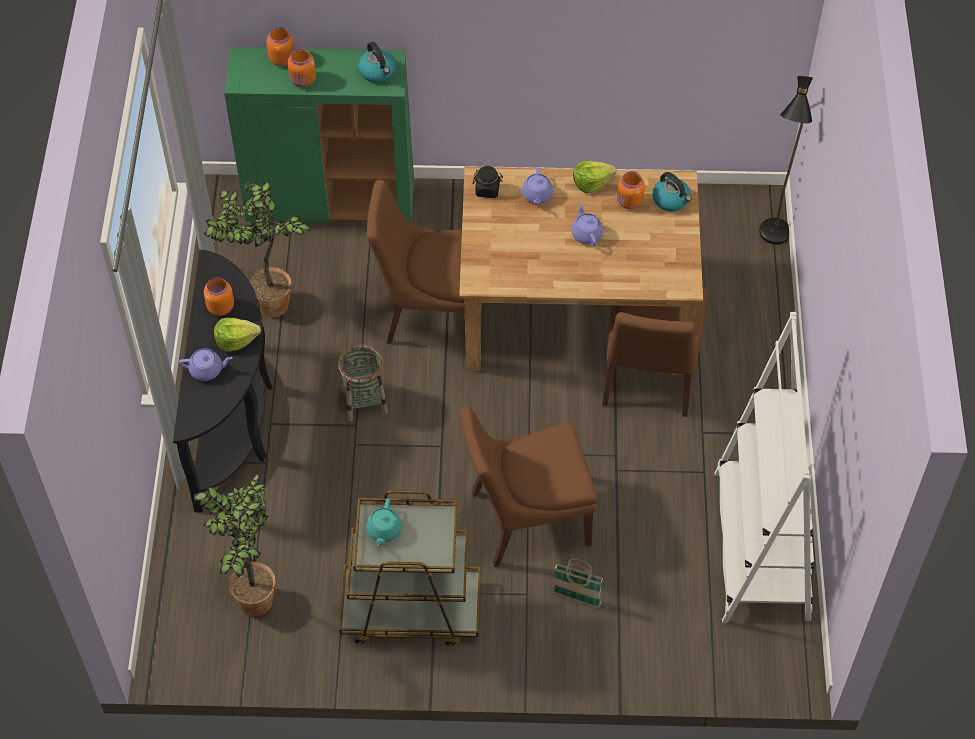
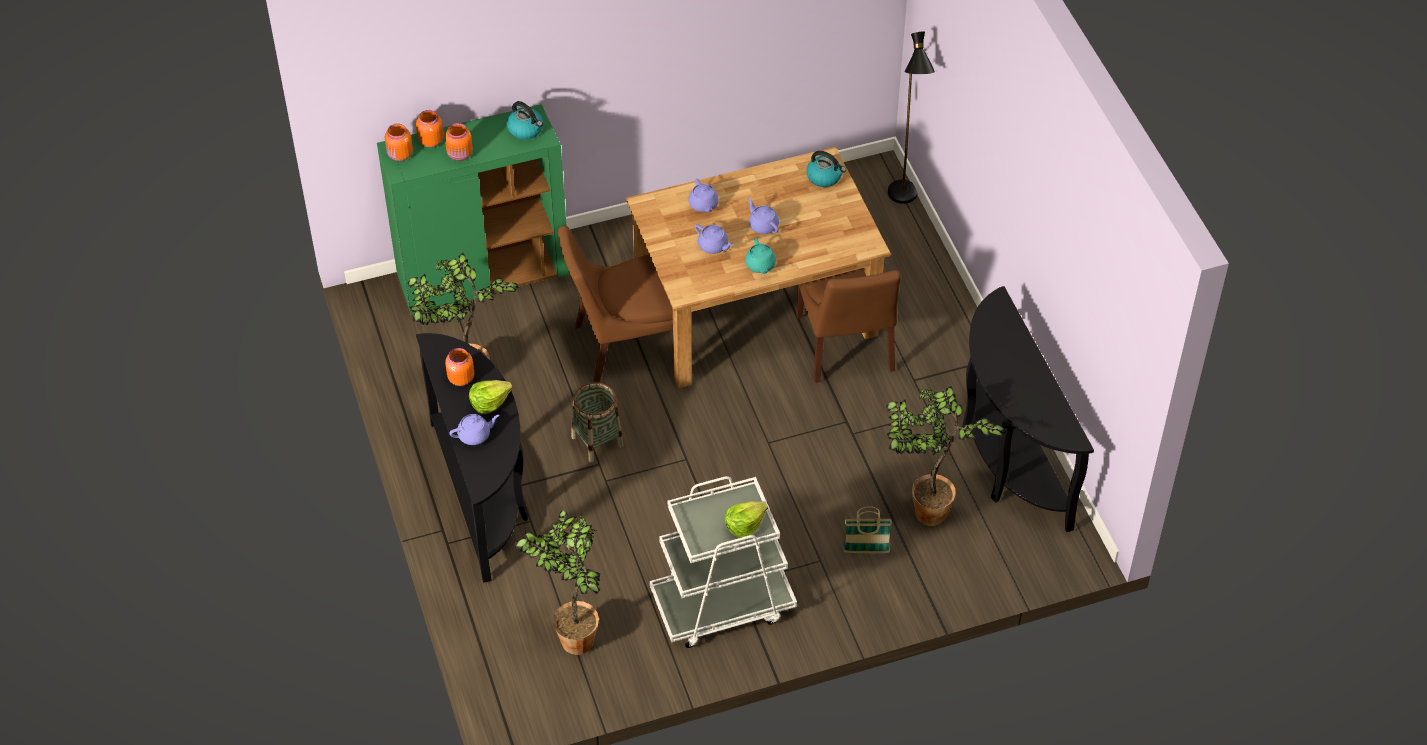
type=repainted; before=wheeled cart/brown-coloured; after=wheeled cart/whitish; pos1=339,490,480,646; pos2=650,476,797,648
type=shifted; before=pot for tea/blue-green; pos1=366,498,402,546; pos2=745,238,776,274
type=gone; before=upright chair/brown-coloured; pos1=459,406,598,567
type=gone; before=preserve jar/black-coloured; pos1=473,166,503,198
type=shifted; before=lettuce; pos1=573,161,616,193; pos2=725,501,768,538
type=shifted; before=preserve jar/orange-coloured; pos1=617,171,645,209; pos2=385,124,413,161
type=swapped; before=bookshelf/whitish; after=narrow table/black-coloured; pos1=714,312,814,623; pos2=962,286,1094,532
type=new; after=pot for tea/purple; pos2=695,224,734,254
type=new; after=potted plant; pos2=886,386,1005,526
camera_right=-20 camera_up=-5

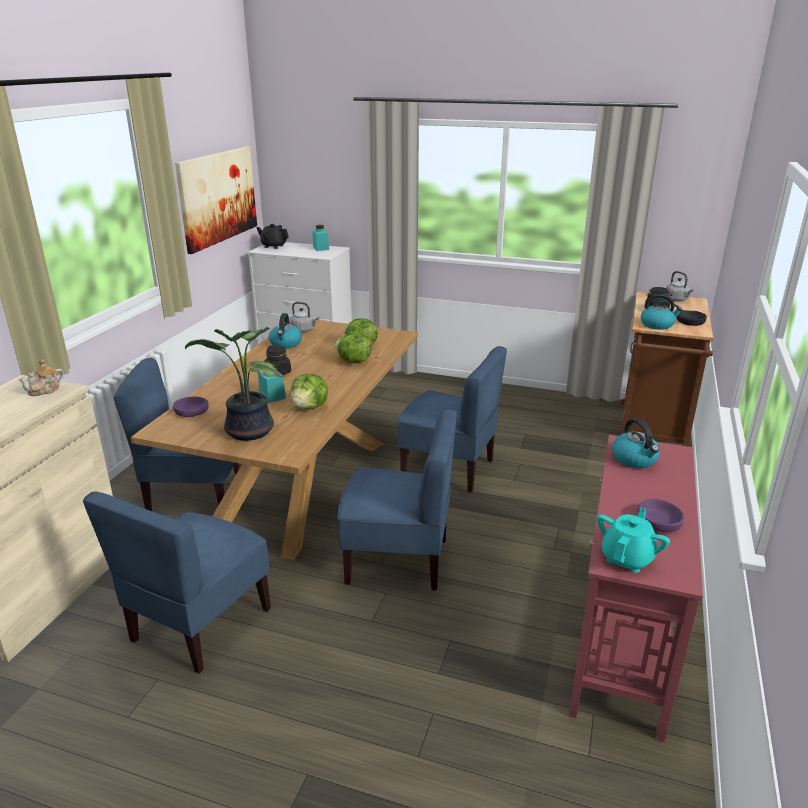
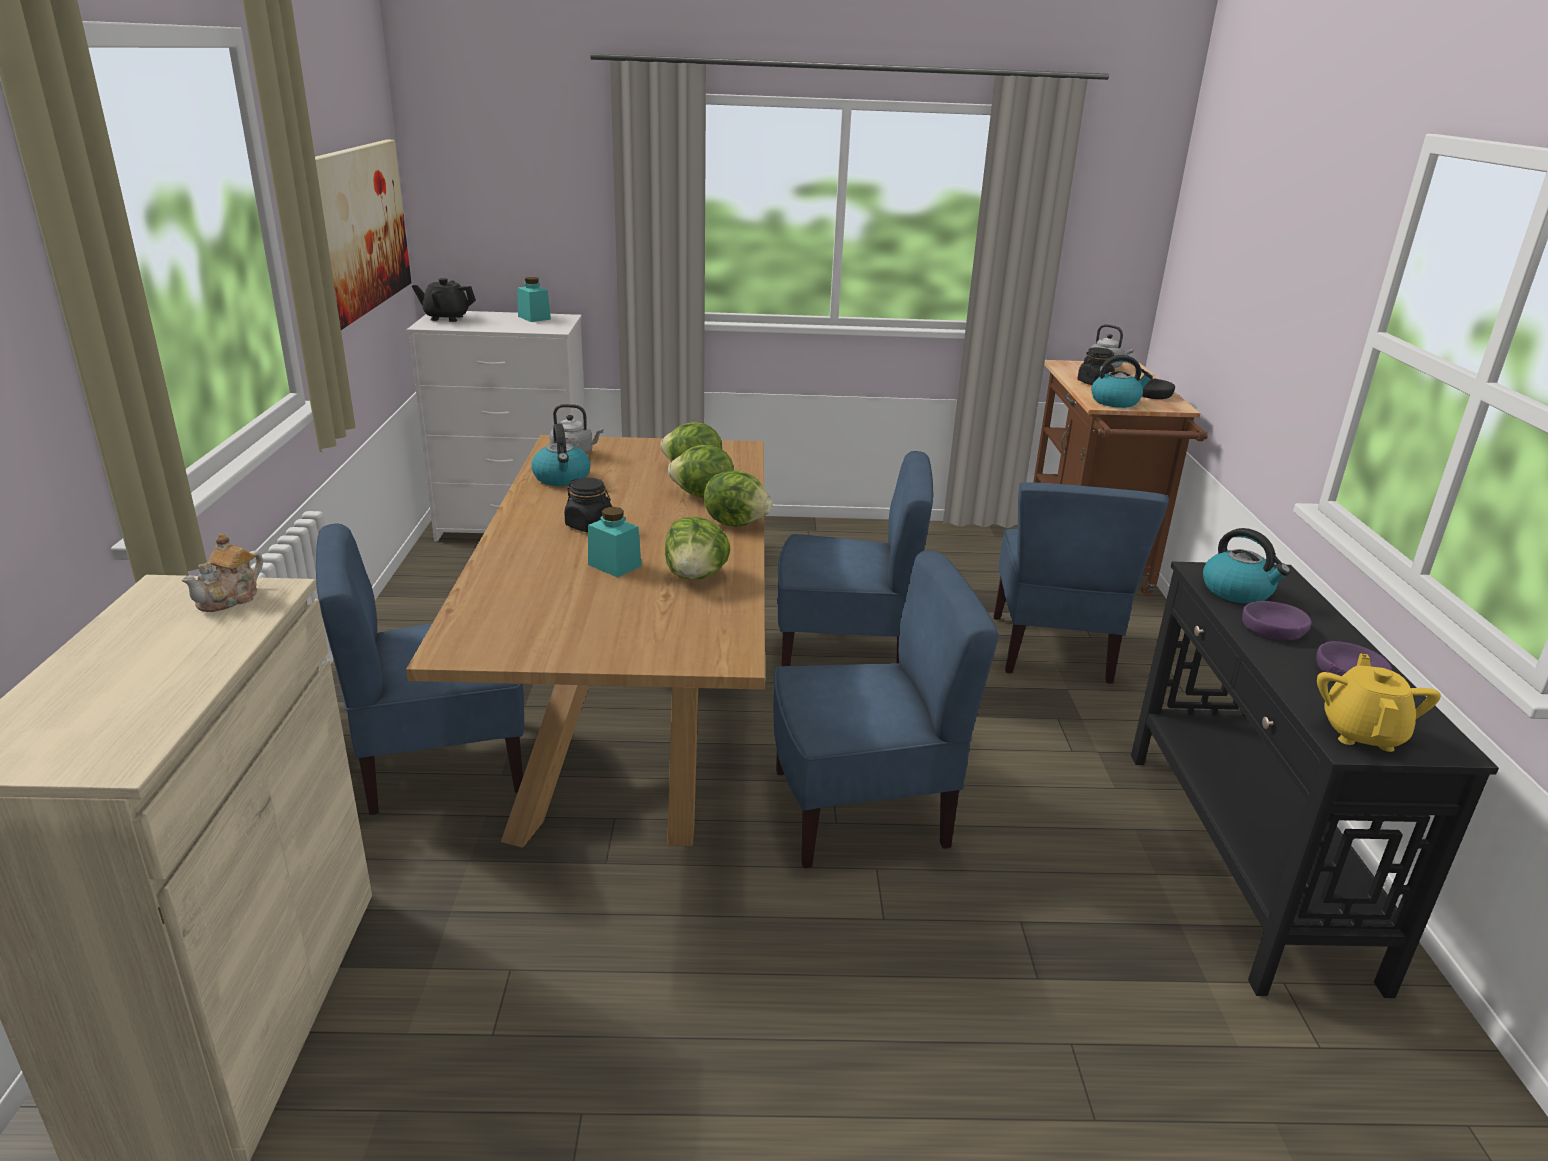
type=shifted; before=upright chair/bluish; pos1=83,491,271,674; pos2=993,482,1169,684
type=shifted; before=bowl/purple; pos1=173,397,209,417; pos2=1242,601,1312,640
type=gone; before=potted plant; pos1=185,327,283,441
type=repainted; before=narrow table/red; after=narrow table/black-coloured; pos1=569,435,703,742; pos2=1131,562,1499,998
type=repainted; before=pot for tea/blue-green; after=pot for tea/yellow-coloured; pos1=597,508,670,573; pos2=1317,654,1441,752
type=new; after=lettuce; pos2=704,470,773,527
camera_right=-20 camera_up=0

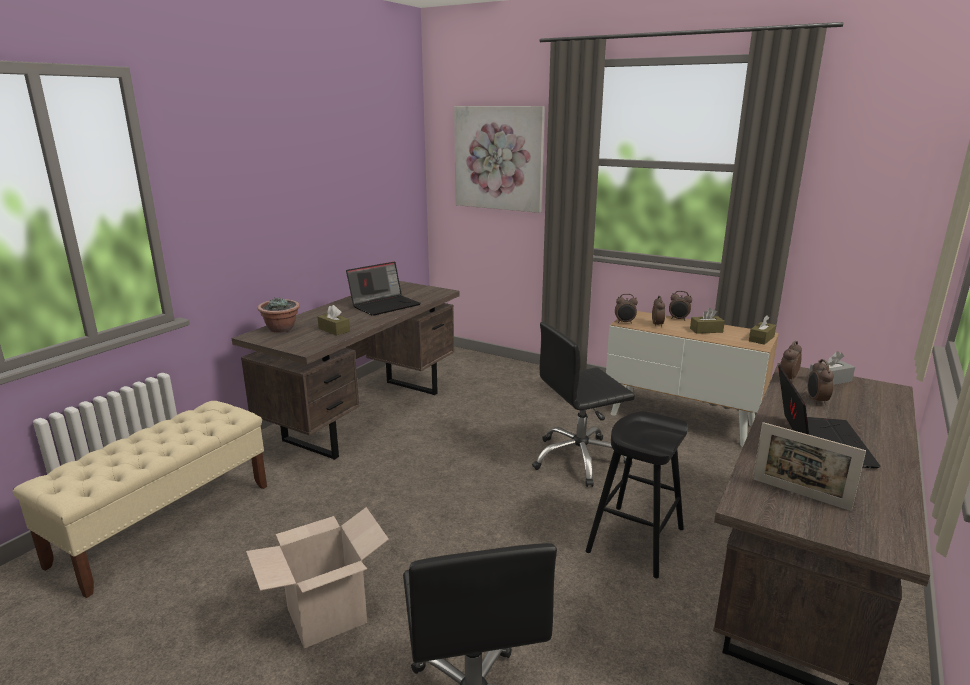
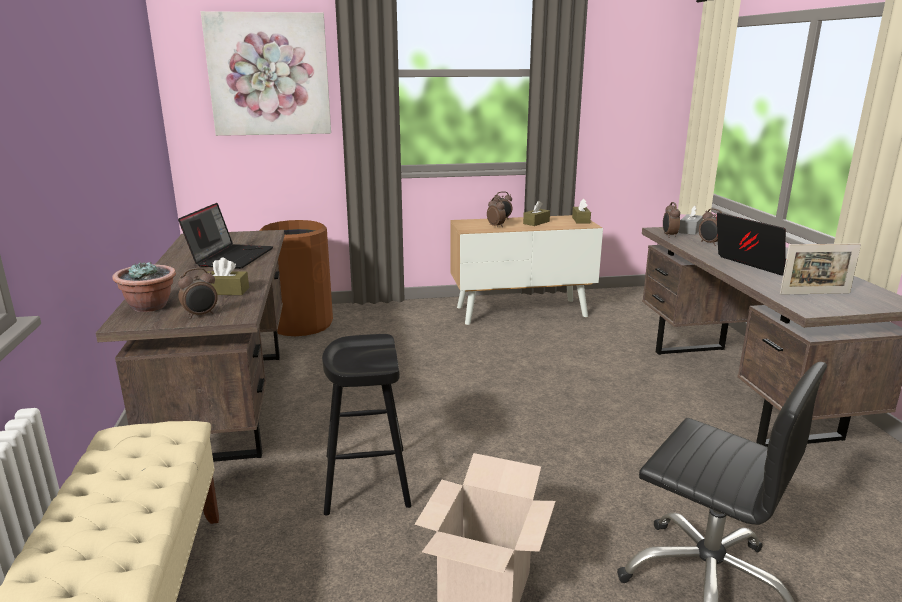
type=gone; before=office chair/black-coloured; pos1=532,322,635,487
type=shifted; before=stool/black-coloured; pos1=586,412,688,578; pos2=322,334,412,516
type=shifted; before=alarm clock; pos1=615,294,638,324; pos2=178,268,218,319
type=new; after=rubbish bin/brown-coloured; pos2=259,220,333,336
camera_right=-40 camera_up=0

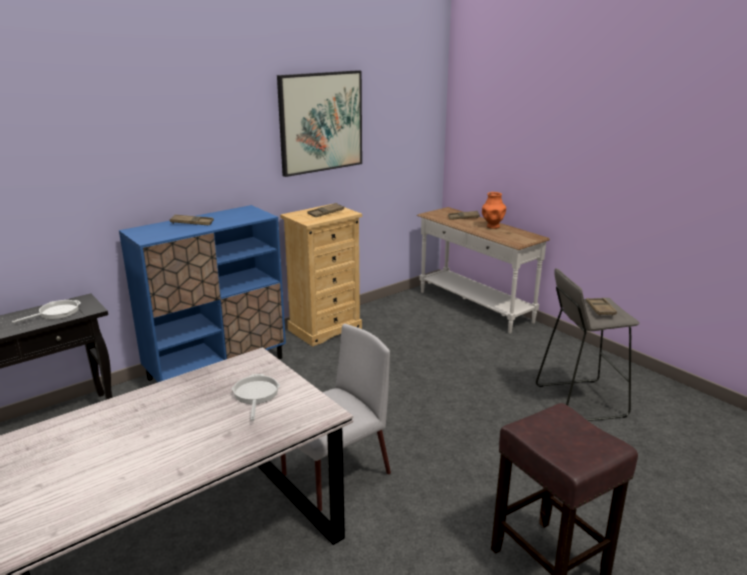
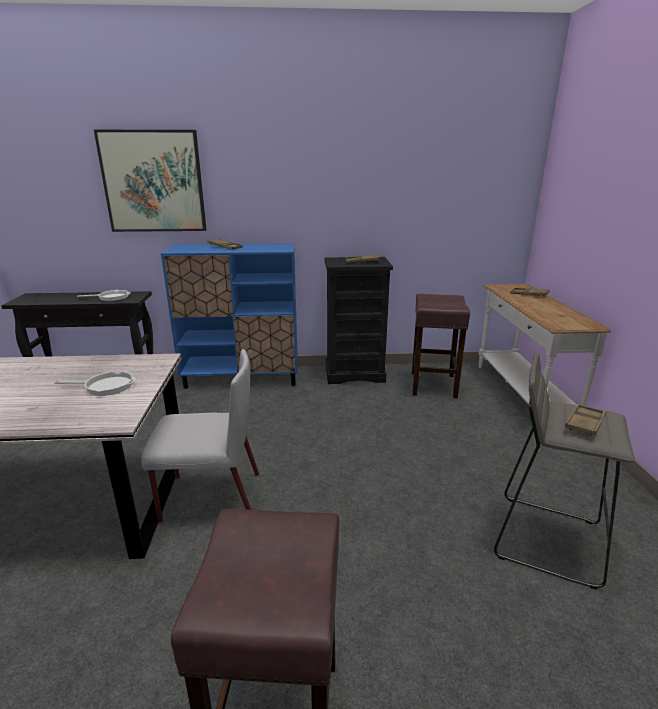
type=rotated; before=pan; pos1=231,374,280,421; pos2=54,370,136,396; turn=60
type=shifted; before=picture; pos1=277,70,362,177; pos2=94,130,206,232
type=repainted; before=chest of drawers/sand-coloured; after=chest of drawers/black-coloured; pos1=280,204,362,347; pos2=324,257,393,384
type=gone; before=decorative vase/orange-coloured; pos1=482,192,506,229
type=new; after=stool/brown-coloured; pos2=412,294,470,399
camera_right=35 camera_up=0

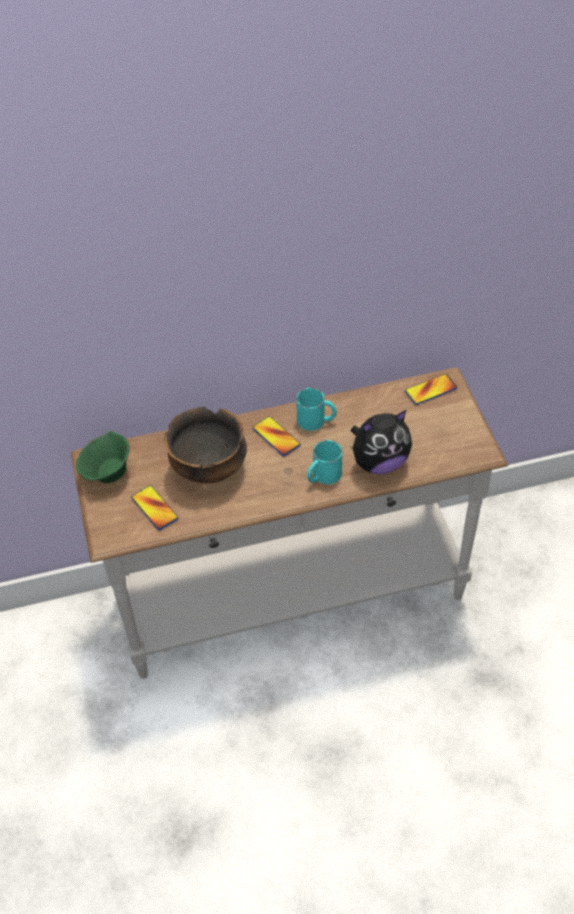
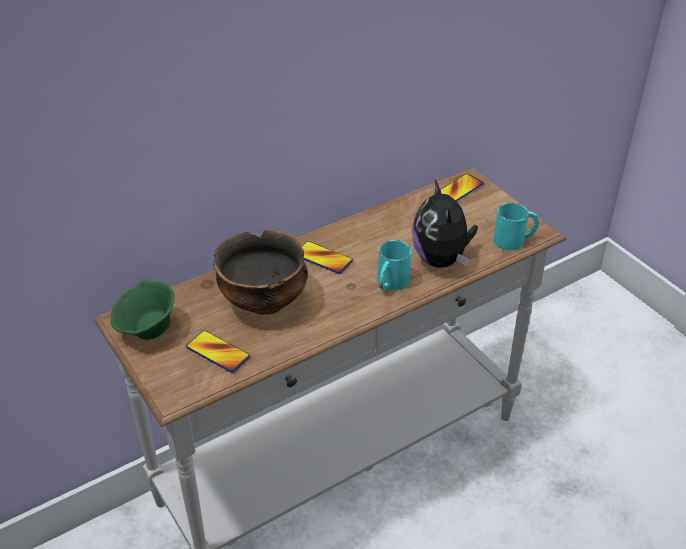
type=shifted; before=coffee mug/blue-green; pos1=296,388,337,431; pos2=493,203,539,250
type=rotated; before=plush toy; pos1=351,410,412,474; pos2=412,180,478,268; turn=120
camera_right=-20 camera_up=-10

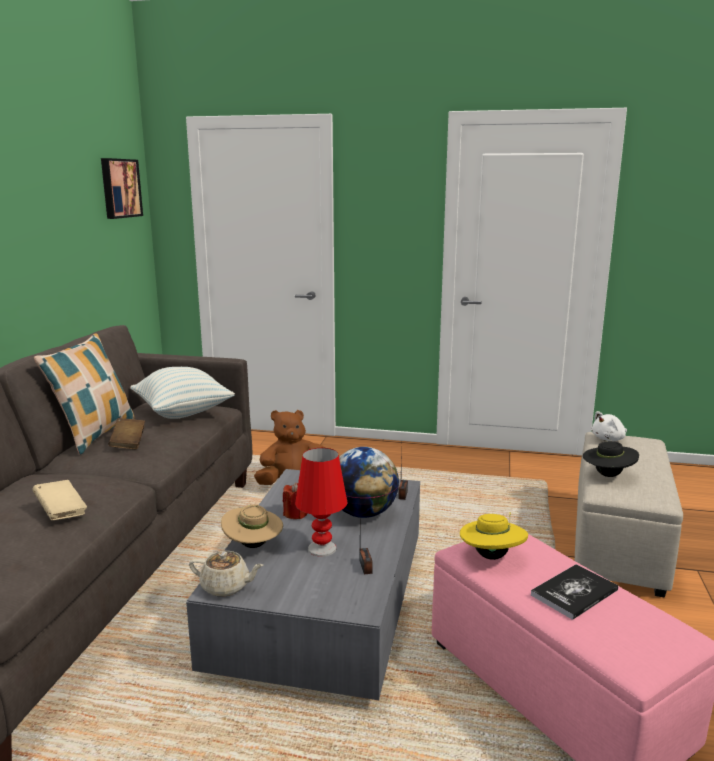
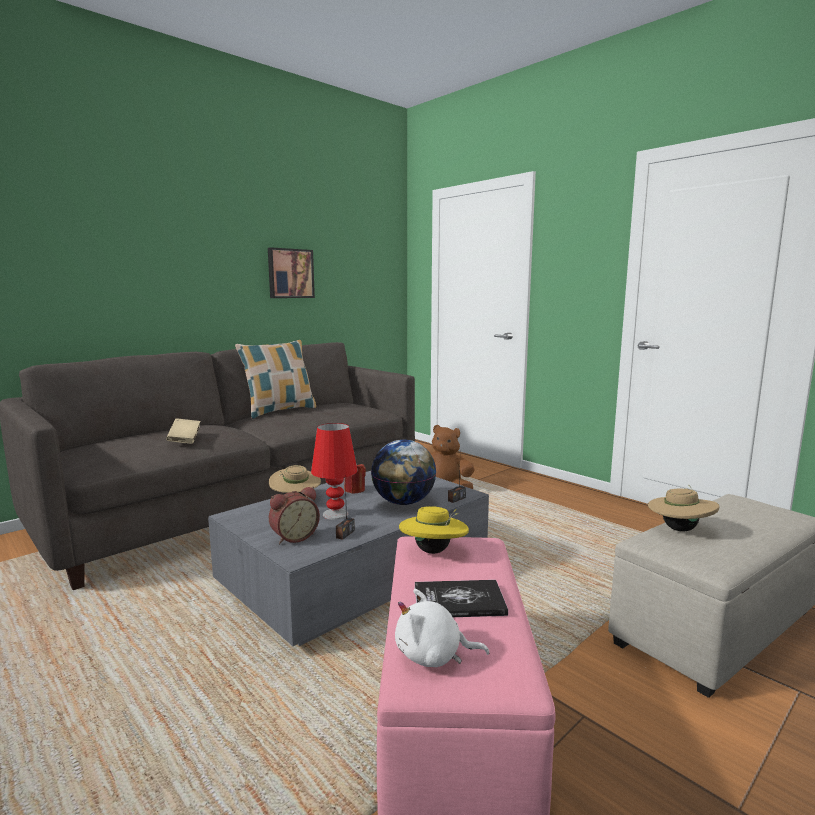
type=shifted; before=picture; pos1=101,158,143,219; pos2=268,247,315,298
type=gone; before=bound book/brown-coloured; pos1=108,418,145,449
type=gone; before=throw pillow; pos1=130,367,235,419
type=gone; before=pot for tea/sand-coloured; pos1=189,551,264,597
type=repainted; before=clothing hat/black-coloured; after=clothing hat/sand-coloured; pos1=583,437,639,477; pos2=648,485,719,532
type=shifted; before=plush toy/whitish; pos1=592,411,627,441; pos2=395,589,489,667
type=new; after=alarm clock; pos2=269,487,320,544
camera_right=35 camera_up=-5

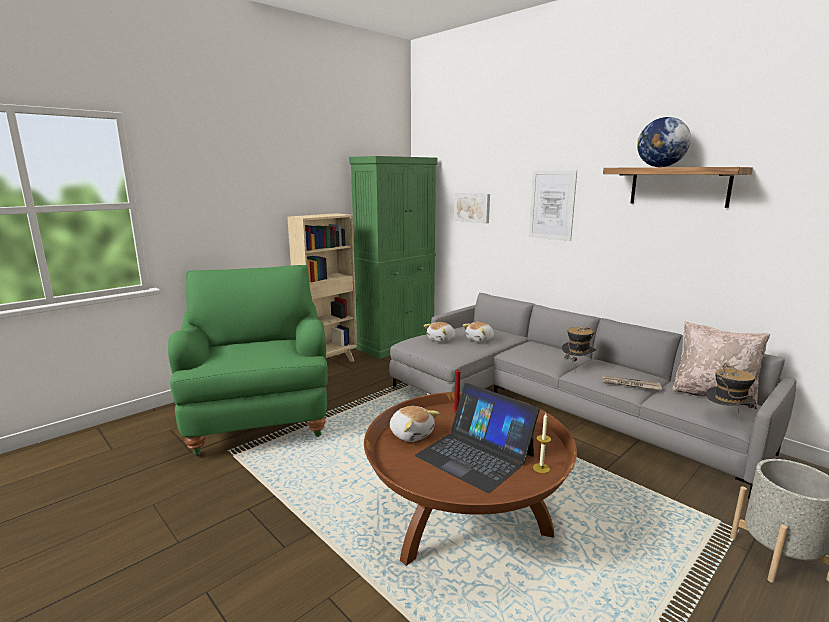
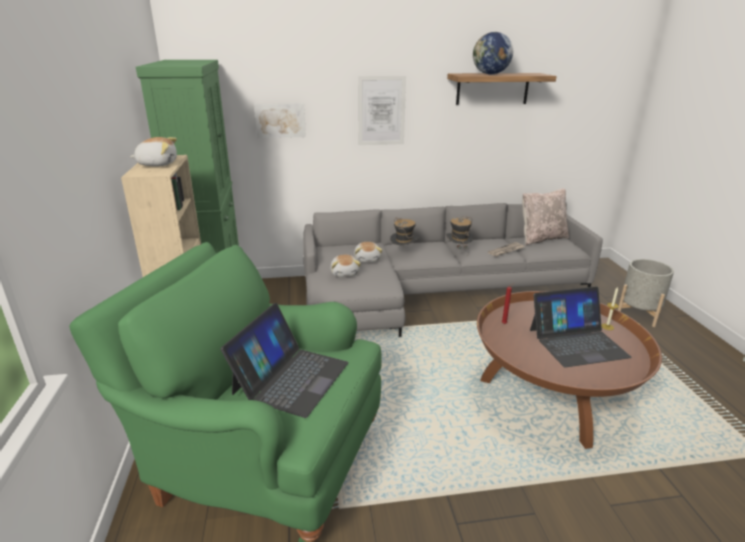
type=shifted; before=plush toy; pos1=390,406,440,442; pos2=130,137,177,166
type=shifted; before=clothing hat; pos1=706,363,757,412; pos2=390,218,418,246
type=new; after=notebook computer; pos2=220,303,348,418
camera_right=-55 camera_up=10

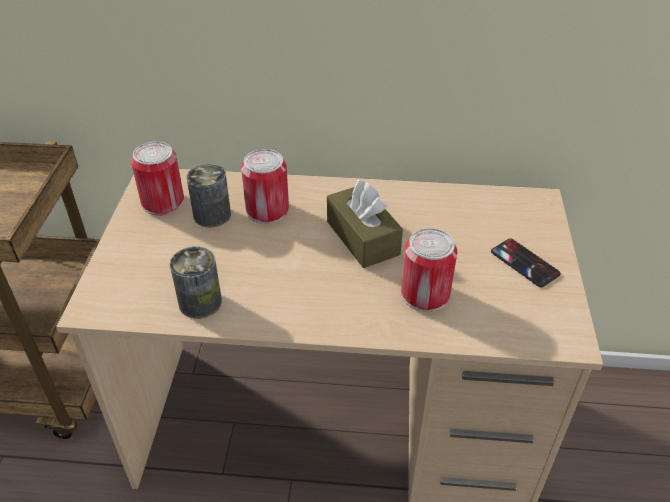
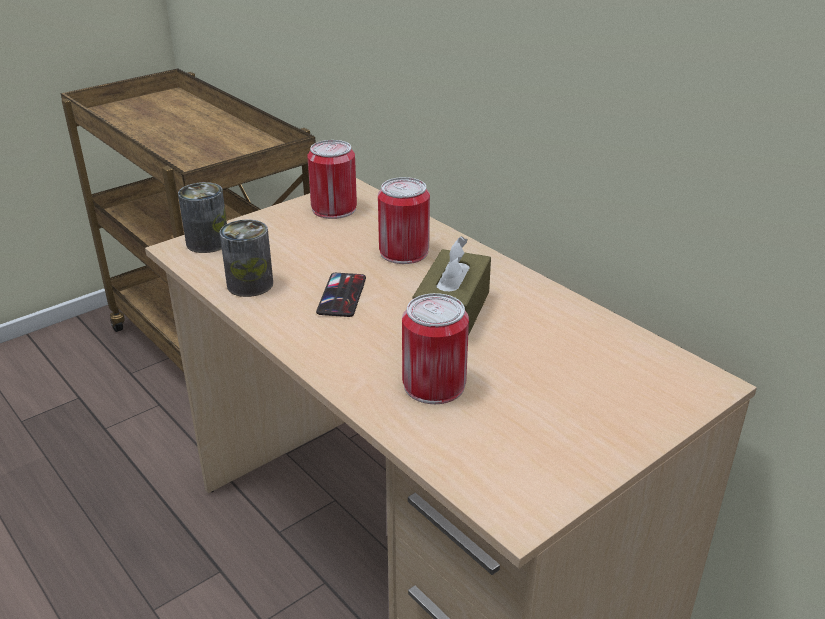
type=shifted; before=metal can; pos1=187,164,231,227; pos2=178,182,227,253
type=shifted; before=telephone; pos1=491,239,561,287; pos2=316,273,366,317
camera_right=45 camera_up=-10

